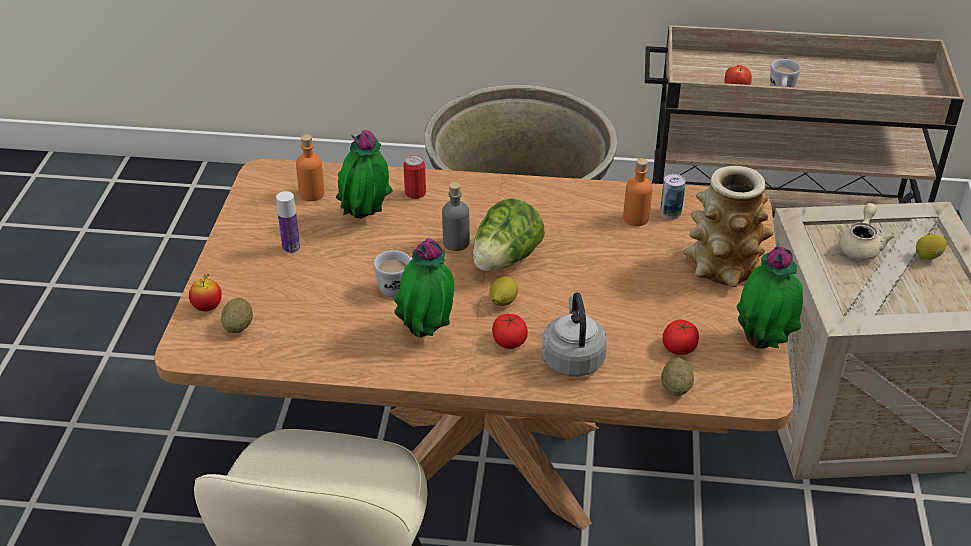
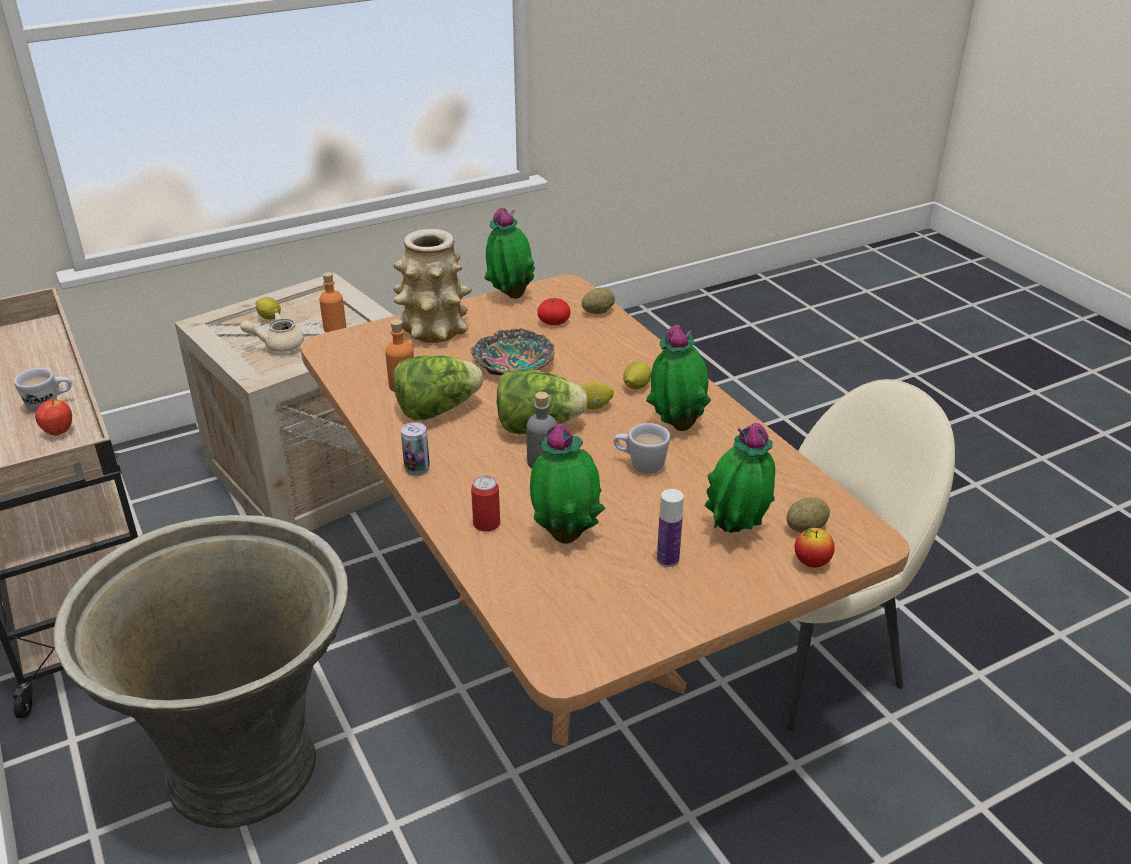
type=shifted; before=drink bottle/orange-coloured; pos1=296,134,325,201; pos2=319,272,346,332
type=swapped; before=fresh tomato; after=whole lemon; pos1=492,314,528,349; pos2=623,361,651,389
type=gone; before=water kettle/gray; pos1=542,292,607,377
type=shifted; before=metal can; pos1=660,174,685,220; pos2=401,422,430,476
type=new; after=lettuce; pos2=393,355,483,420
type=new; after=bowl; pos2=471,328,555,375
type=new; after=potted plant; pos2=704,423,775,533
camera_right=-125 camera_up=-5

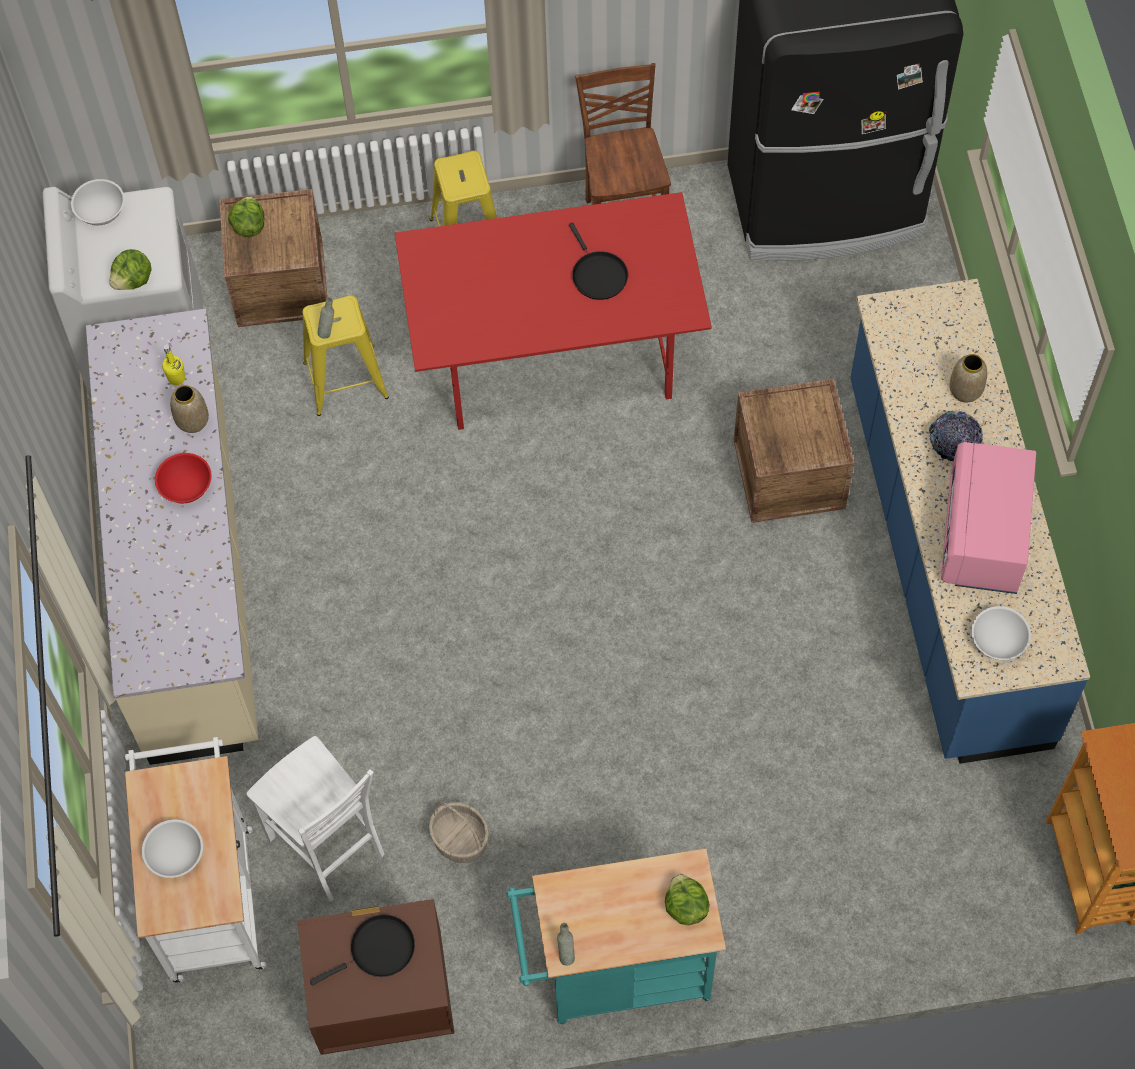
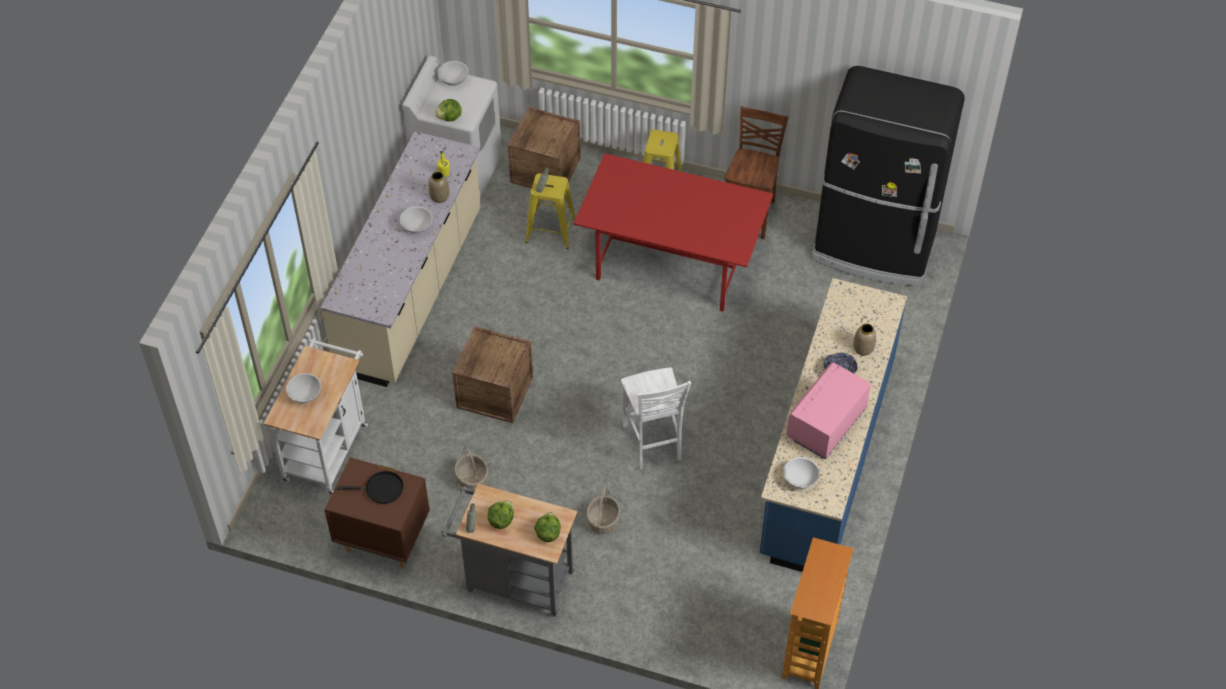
type=repainted; before=bowl/red; after=bowl/whitish; pos1=155,453,212,503; pos2=400,206,433,233
type=shifted; before=lettuce; pos1=228,196,264,237; pos2=488,501,514,529
type=shifted; before=upright chair/whitish; pos1=246,736,384,901; pos2=621,367,691,470
type=repainted; before=wheeled cart/blue-green; after=wheeled cart/gray; pos1=506,849,726,1024; pos2=441,484,577,617
type=gone; before=pan/black-coloured; pos1=569,223,628,300
type=shifted; before=packing crate; pos1=734,379,854,523; pos2=452,326,533,423
type=new; after=storage basket; pos2=586,488,620,534
camera_right=25 camera_up=-10

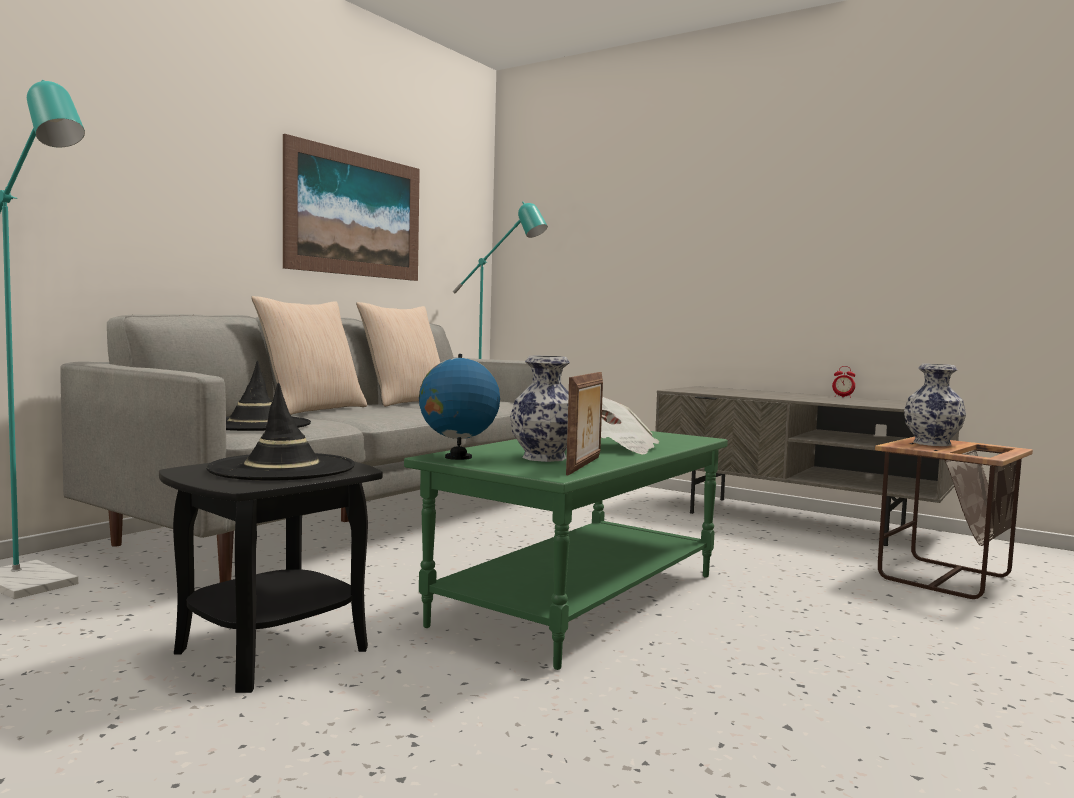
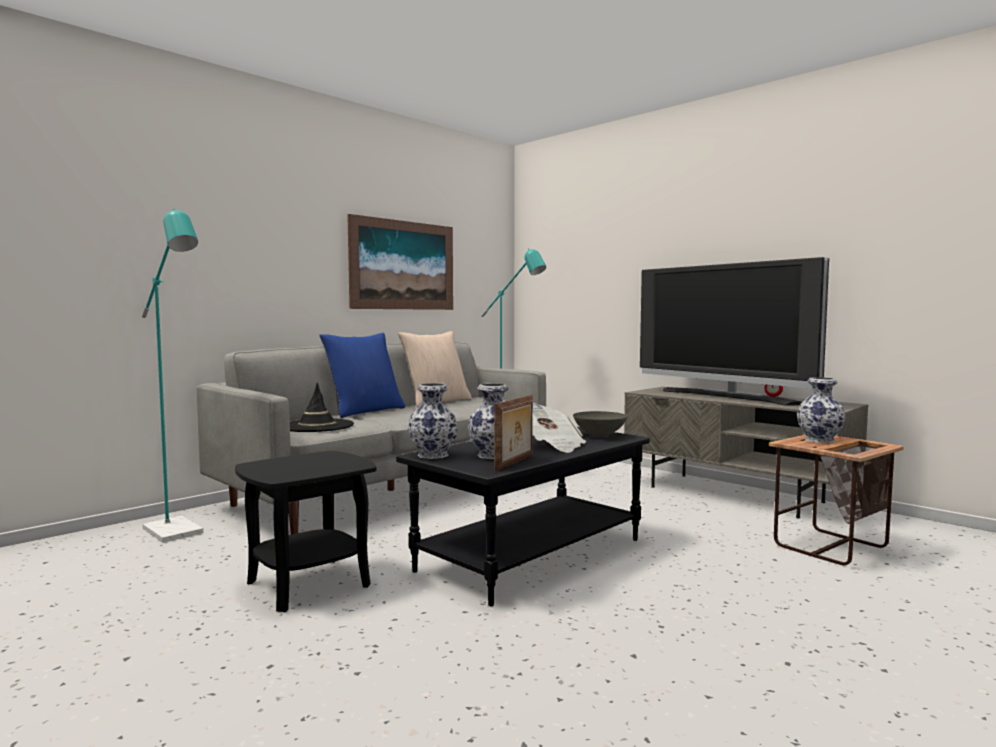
type=gone; before=clothing hat/black-coloured; pos1=206,383,355,481
type=repainted; before=throw pillow/sand-coloured; after=throw pillow/bluish; pos1=251,296,367,415; pos2=319,333,405,418
type=repainted; before=low table/green; after=low table/black-coloured; pos1=404,431,728,670; pos2=396,426,650,606
type=swapped; before=world globe; after=decorative vase; pos1=419,354,500,460; pos2=408,383,458,459
type=new; after=bowl/gray; pos2=573,411,627,437
type=new; after=TV set; pos2=640,257,829,406
camera_right=10 camera_up=0

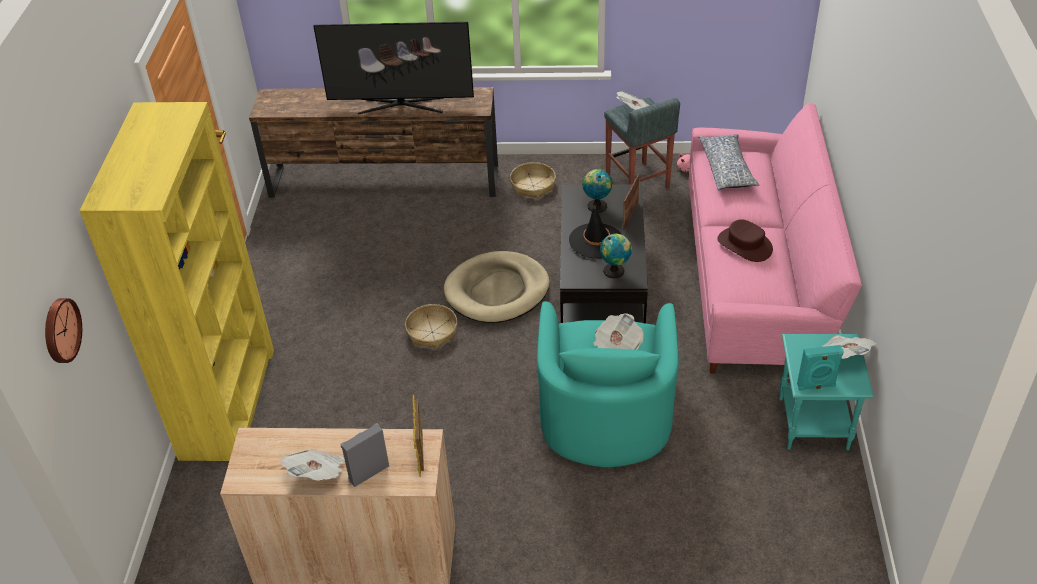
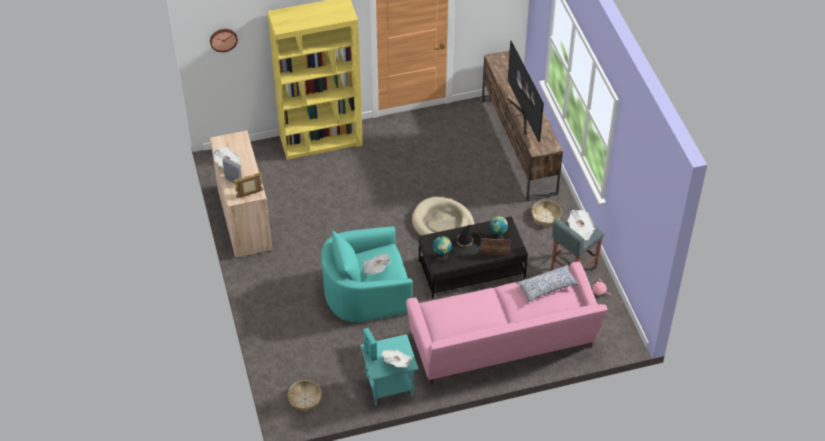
type=shifted; before=storage basket; pos1=405,304,457,349; pos2=288,380,322,412
type=gone; before=clothing hat/brown-coloured; pos1=717,219,773,262
camera_right=70 camera_up=5

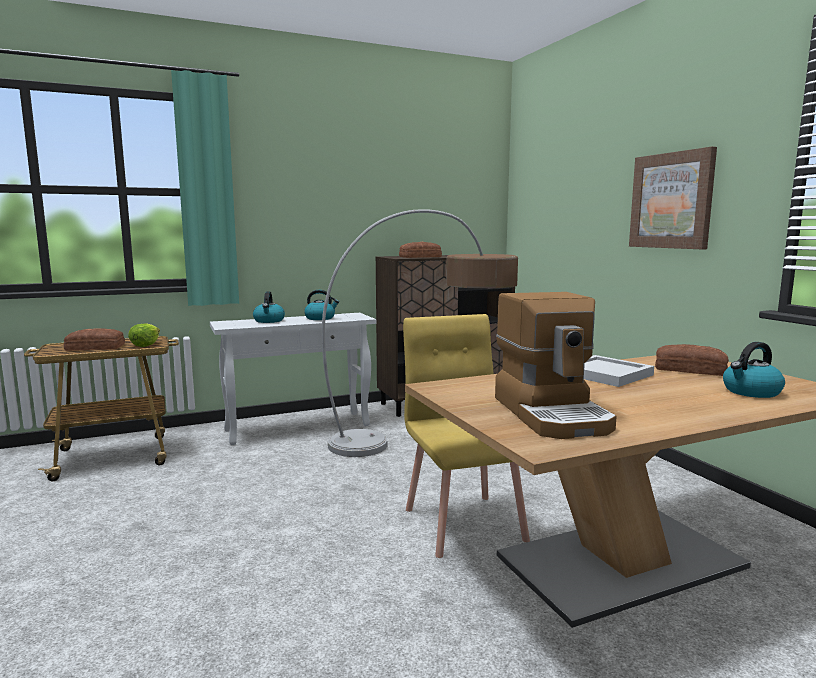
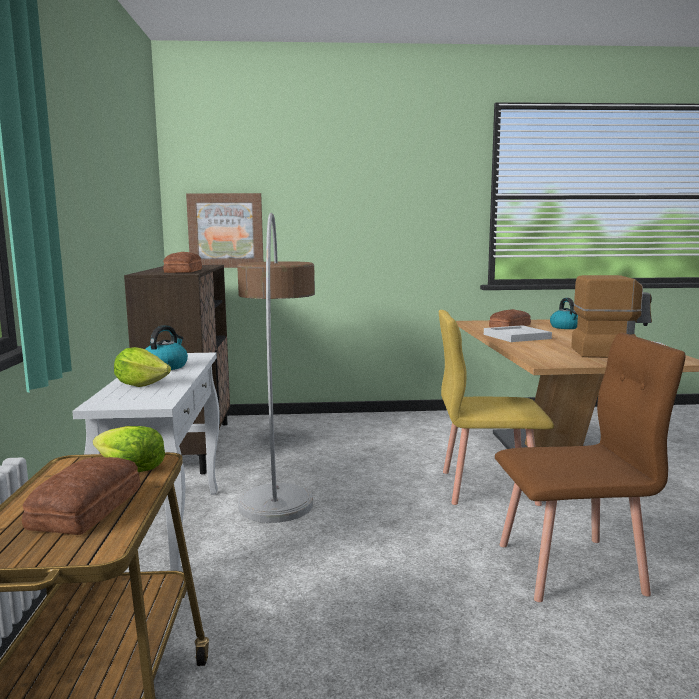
type=swapped; before=water kettle; after=lettuce; pos1=253,291,285,323; pos2=114,347,171,387
type=shifted; before=picture; pos1=629,147,717,249; pos2=186,193,263,268
type=new; after=upright chair/brown-coloured; pos2=495,333,686,602
camera_right=-70 camera_up=0

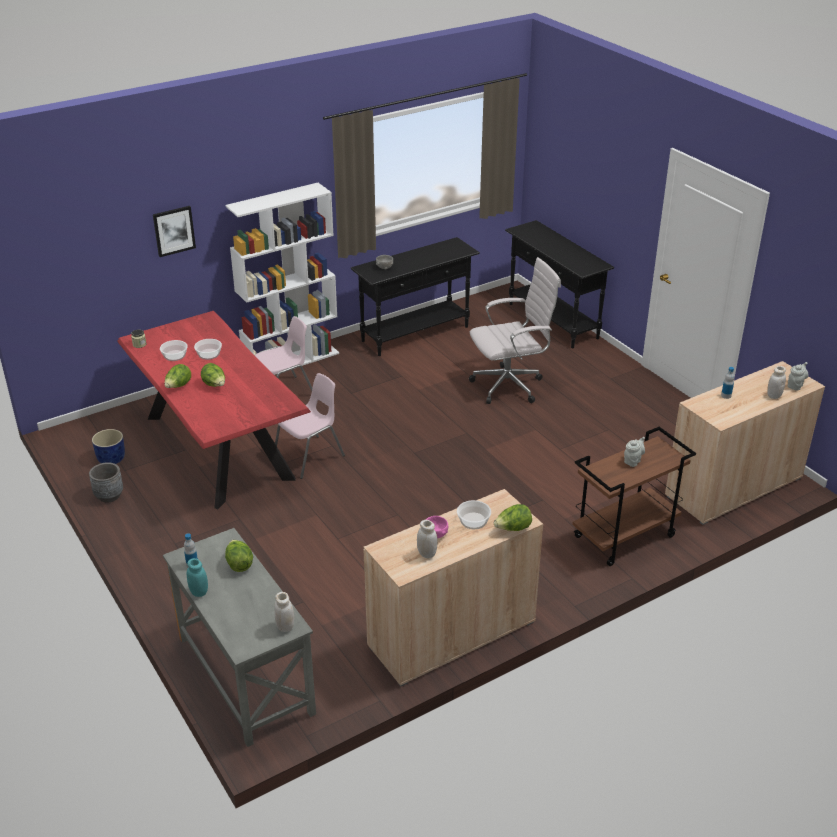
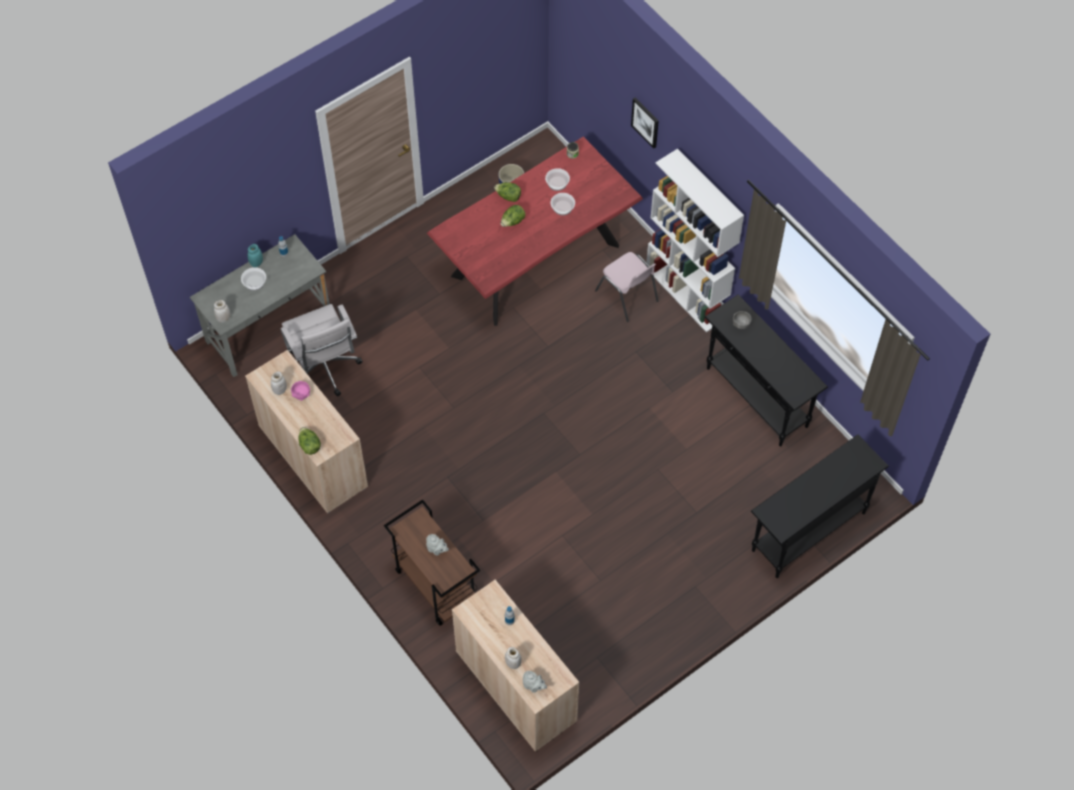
type=gone; before=plant pot/gray; pos1=89,462,123,503
type=gone; before=lettuce; pos1=225,540,253,572
type=gone; before=upright chair/pinkish; pos1=275,373,345,479
type=shifted; before=bowl; pos1=457,500,491,529; pos2=241,267,266,291
type=shifted; before=office chair/whitish; pos1=469,257,561,404; pos2=281,304,363,396
camera_right=85 camera_up=25

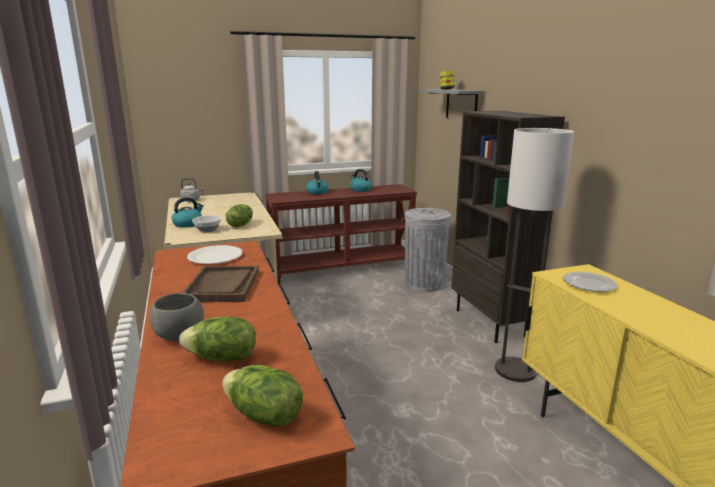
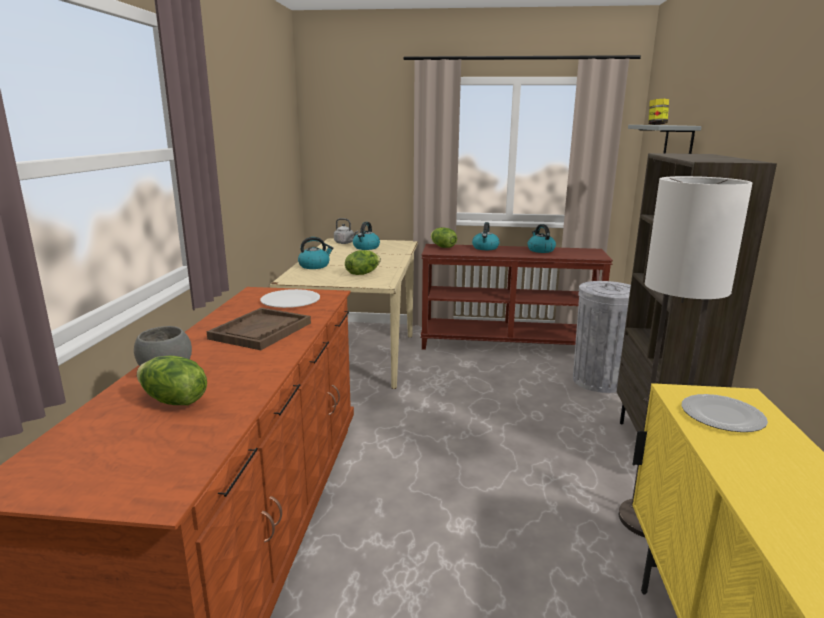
type=gone; before=bowl; pos1=192,215,221,232
type=shifted; before=lettuce; pos1=222,365,303,427; pos2=430,227,457,248
type=new; after=water kettle; pos2=353,222,380,250
camera_right=25 camera_up=0

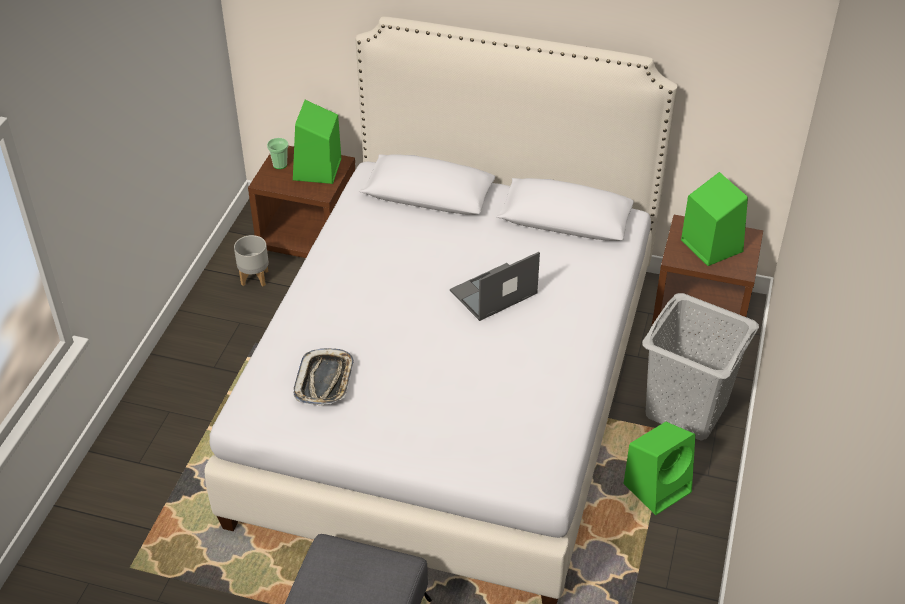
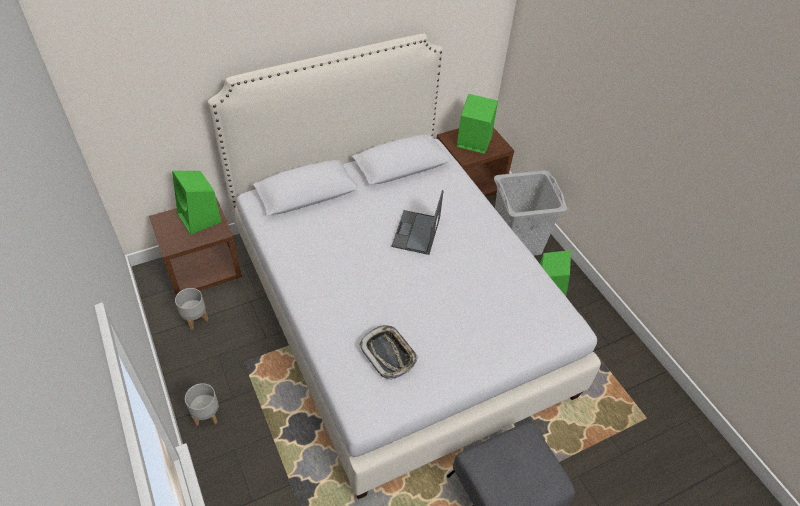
type=gone; before=drinking cup; pos1=267,138,289,169
type=new; after=plant pot/gray; pos2=185,383,219,426
camera_right=-45 camera_up=5

